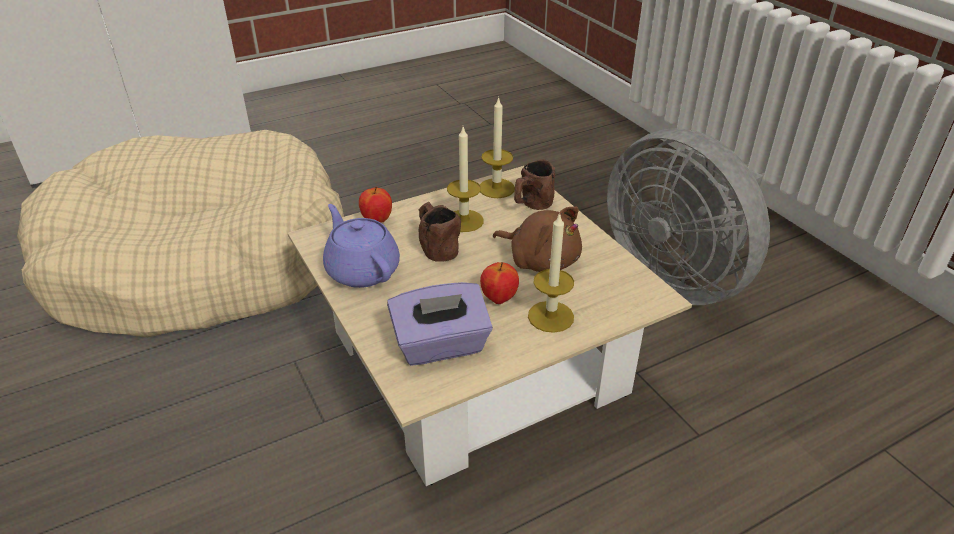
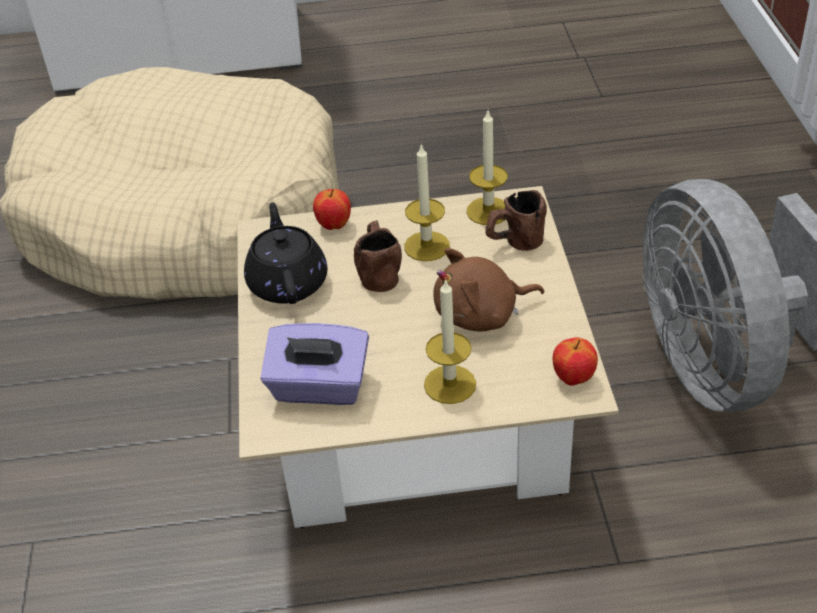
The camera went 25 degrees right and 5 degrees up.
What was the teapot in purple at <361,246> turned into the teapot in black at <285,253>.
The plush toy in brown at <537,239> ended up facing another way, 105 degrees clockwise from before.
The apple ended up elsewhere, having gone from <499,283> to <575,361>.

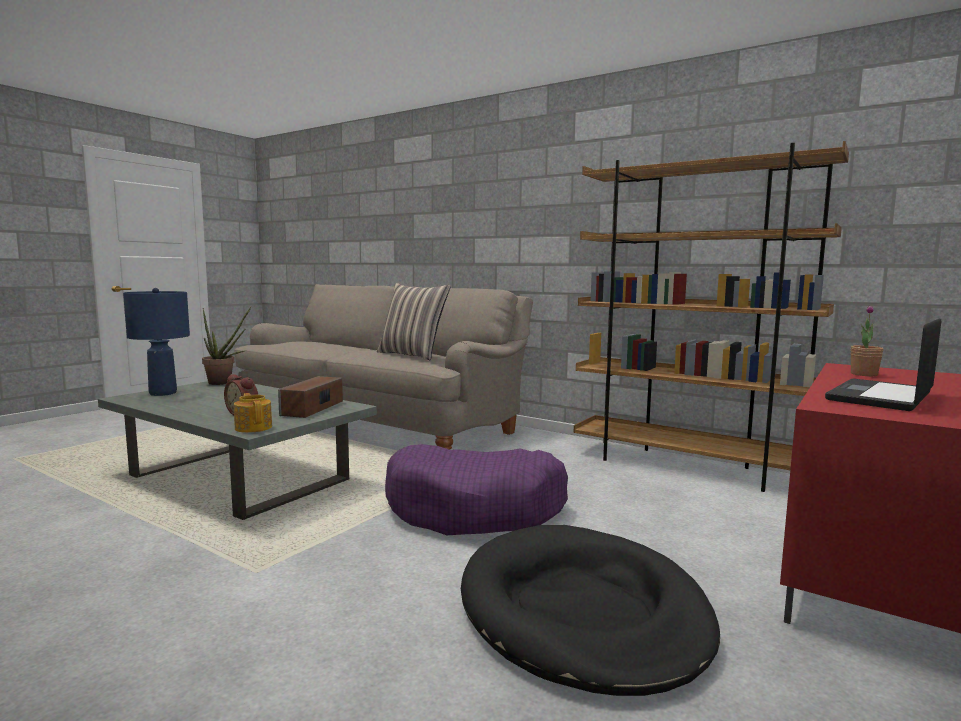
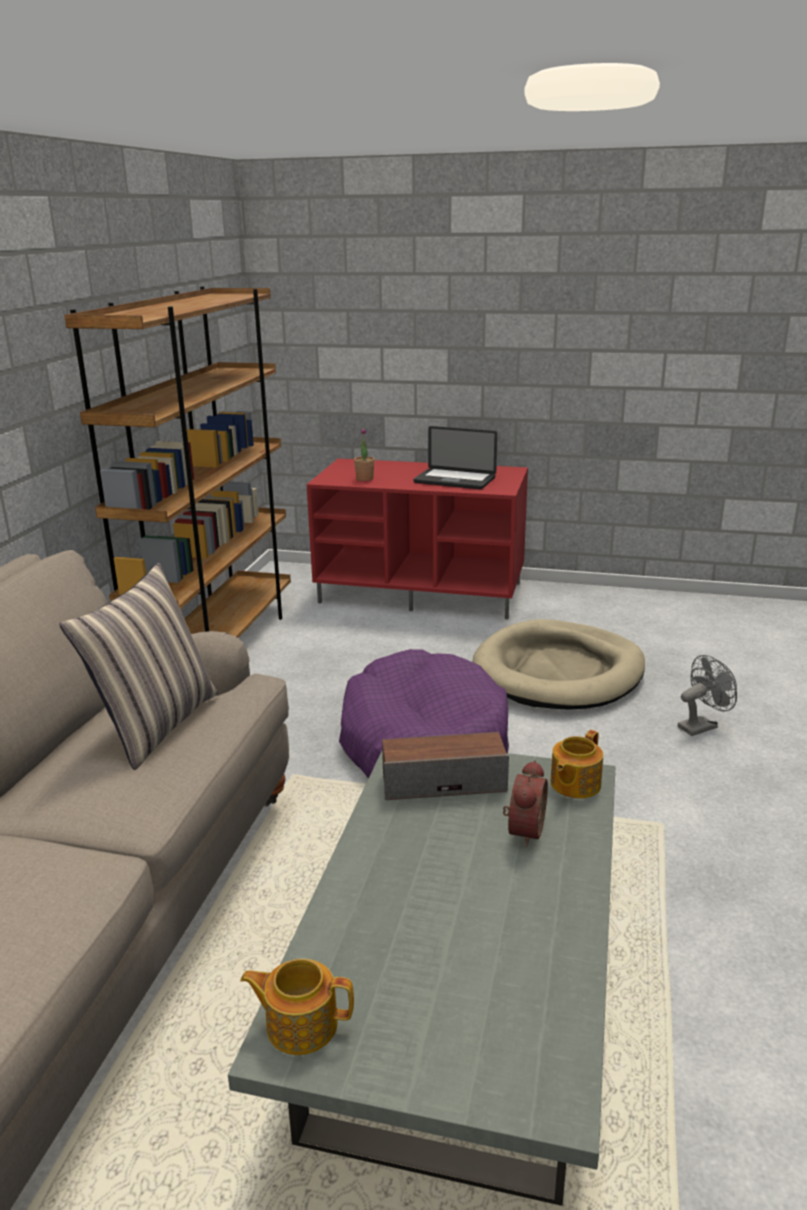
The camera went 110 degrees left and 15 degrees up.
The second view lost the table lamp in blue at <156,342>.
Where the potted plant stood at <226,346>, the teapot came to stand at <297,1007>.
What was the dog bed in black at <590,610> turned into the dog bed in beige at <558,664>.
The second view gained the fan in grey at <707,695>.

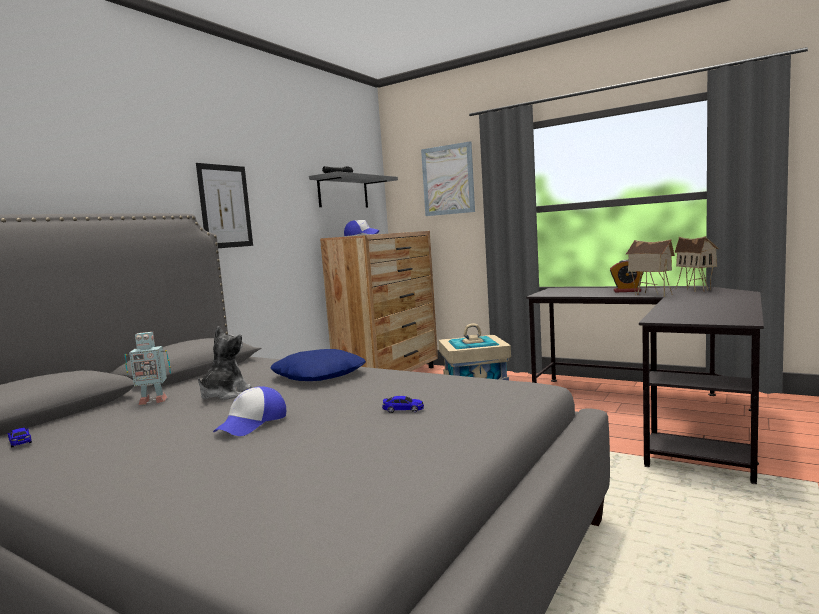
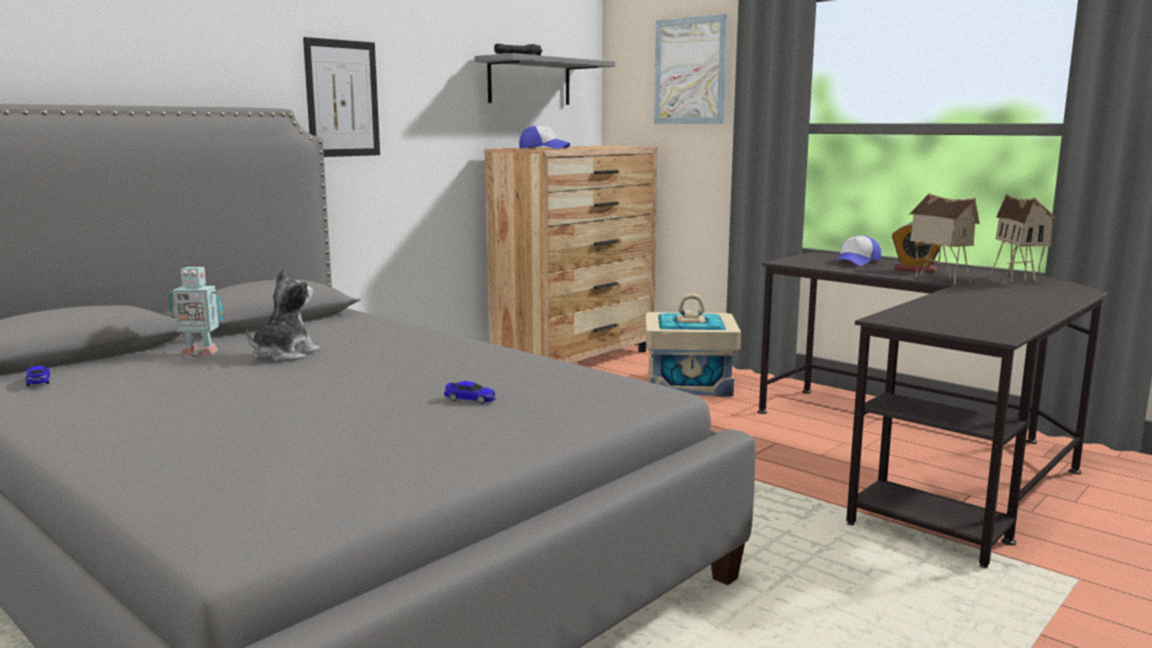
The camera went 10 degrees right and 5 degrees up.
The second view lost the pillow in blue at <318,365>.
The cap ended up elsewhere, having gone from <249,411> to <859,251>.

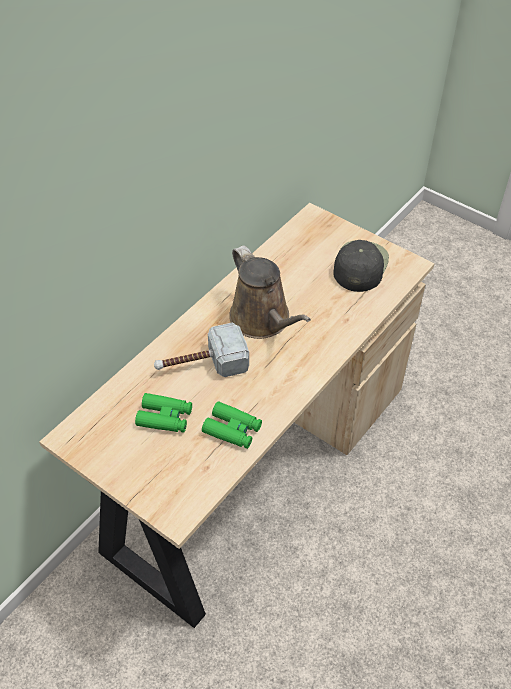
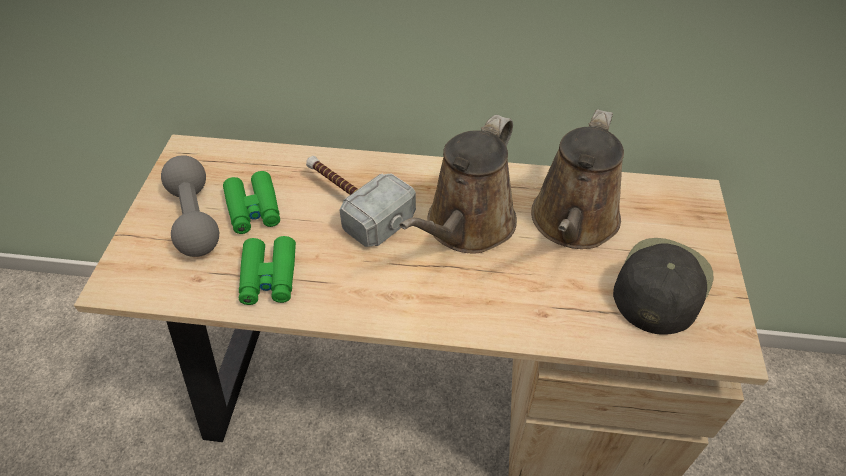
The camera went 60 degrees right and 0 degrees up.
The cap in black at <361,266> ended up facing another way, 45 degrees counterclockwise from before.
The second view gained the watering can in brown at <577,179>.
The second view gained the dumbbell in grey at <190,206>.

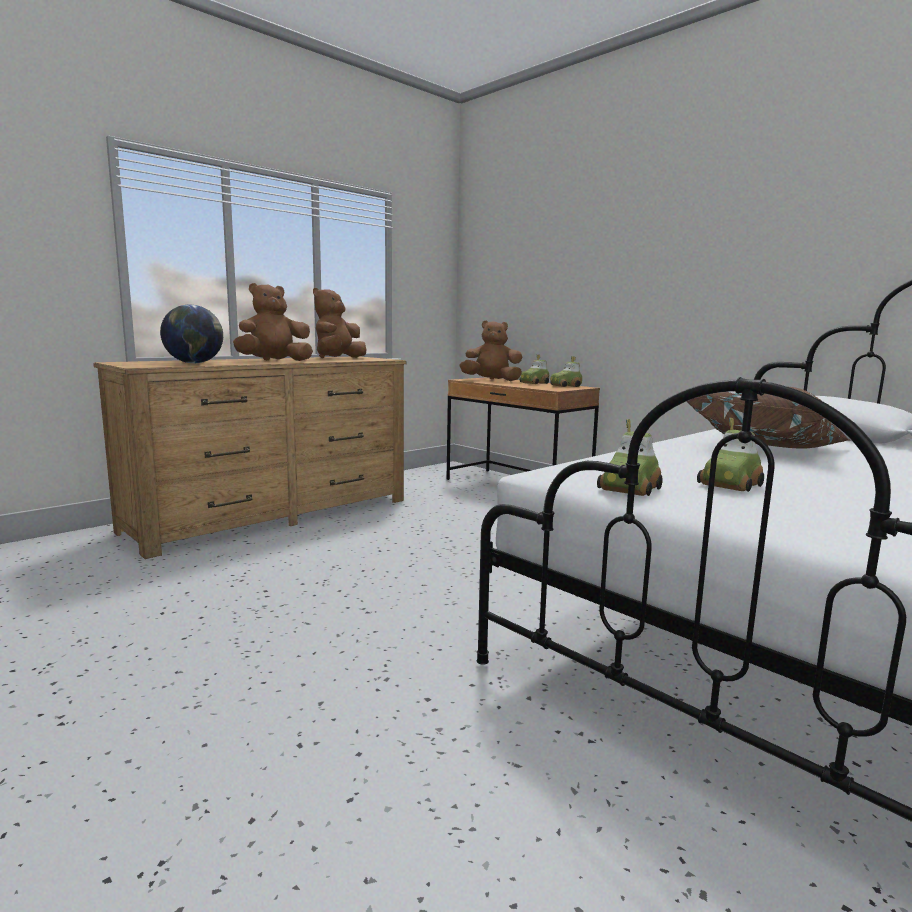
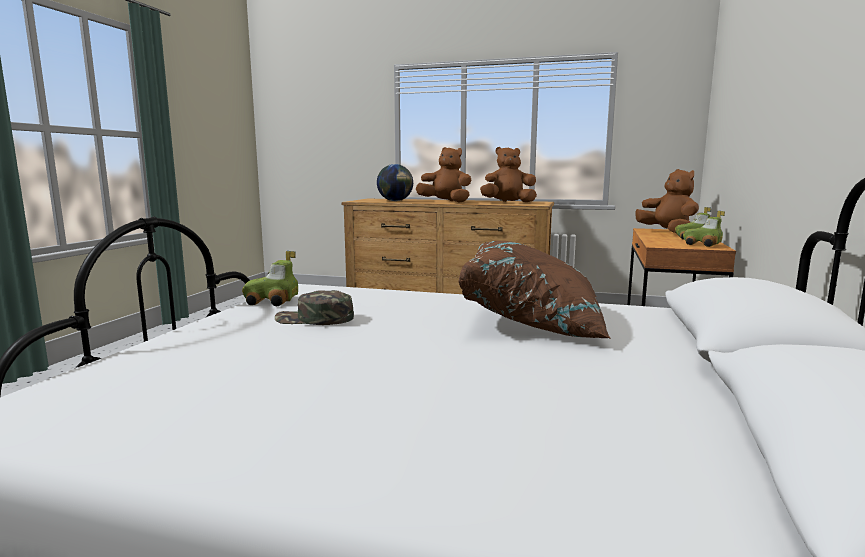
The camera went 60 degrees right and 0 degrees up.
Where the toy car stood at <730,455>, the cap in green came to stand at <314,307>.

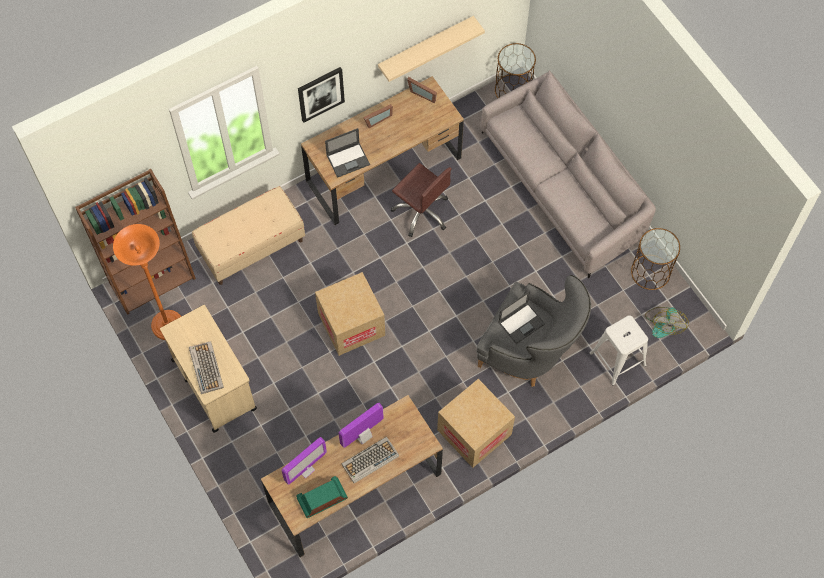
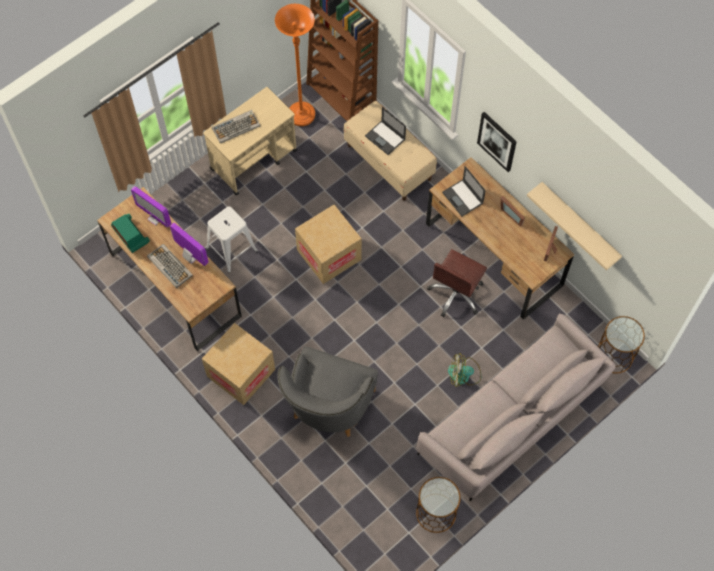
The camera went 80 degrees right and 0 degrees up.
The laptop ended up elsewhere, having gone from <521,317> to <385,131>.
The fan ended up elsewhere, having gone from <667,322> to <464,370>.
The stool in white ended up elsewhere, having gone from <618,350> to <232,239>.

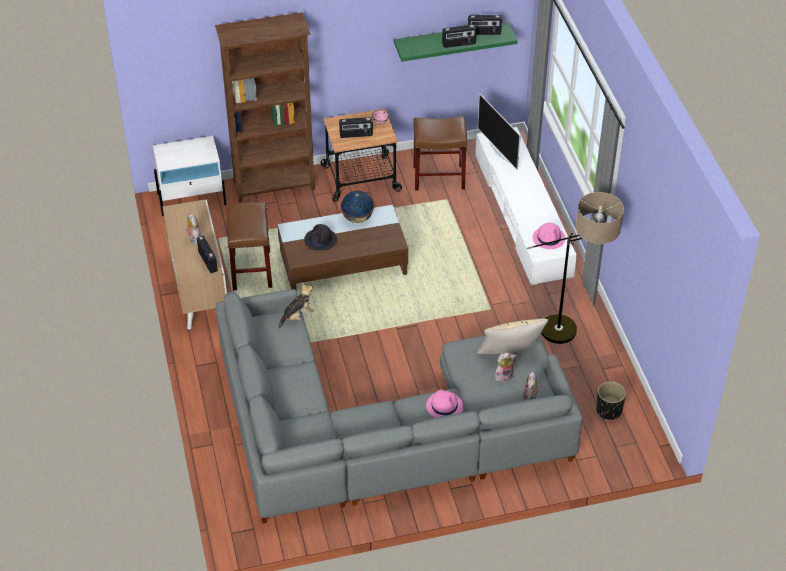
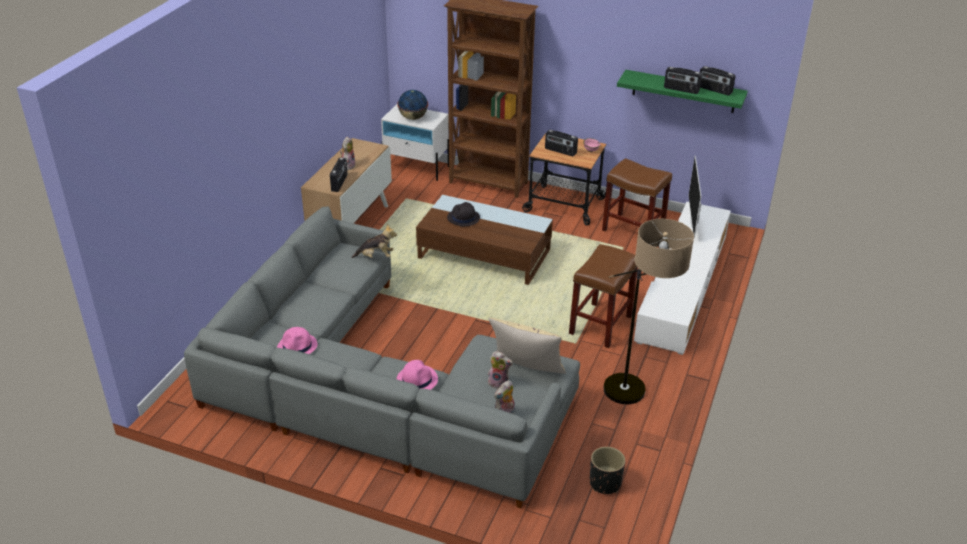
The camera went 35 degrees right and 10 degrees down.
The globe ended up elsewhere, having gone from <357,207> to <412,105>.
The stool in brown ended up elsewhere, having gone from <249,246> to <603,296>.
The hat in pink ended up elsewhere, having gone from <549,236> to <297,340>.

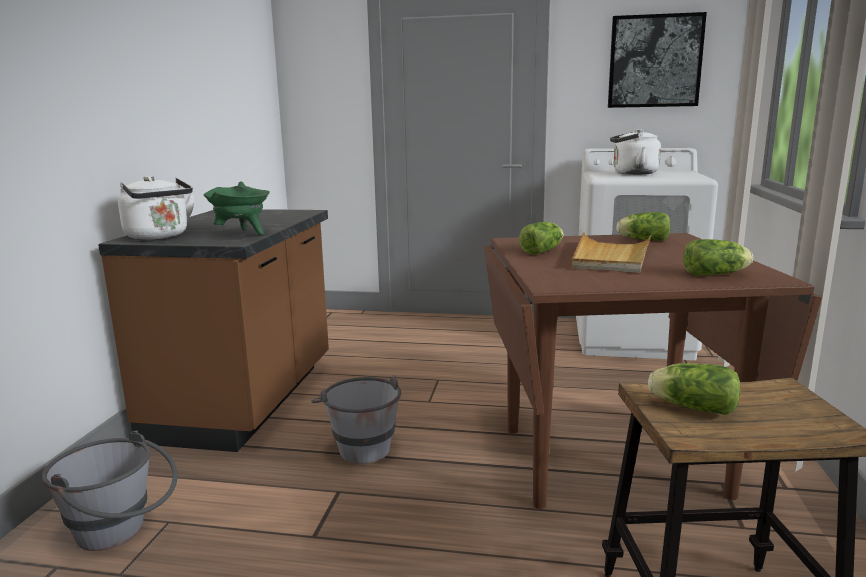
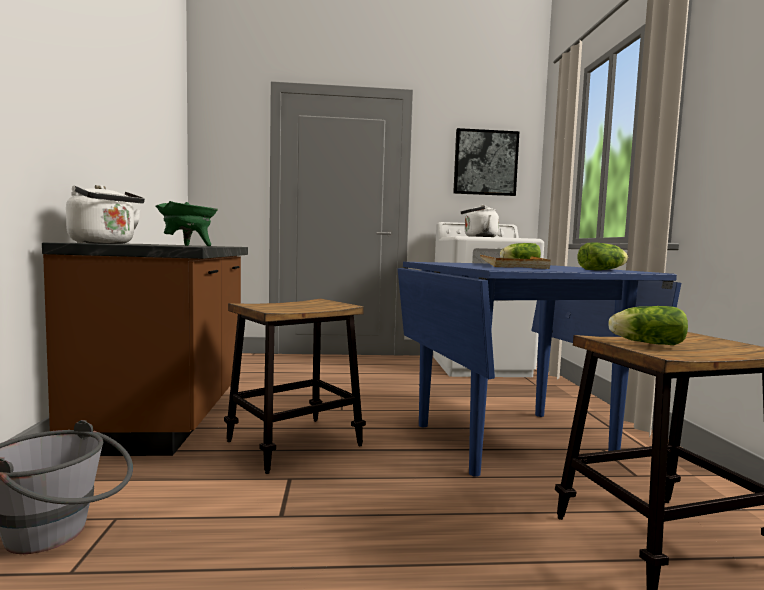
The camera went 15 degrees left and 10 degrees down.
The second view lost the lettuce at <541,238>.
What was the dining table in brown at <653,371> turned into the dining table in blue at <539,369>.
Where the bucket in grey stood at <356,419>, the stool came to stand at <295,386>.

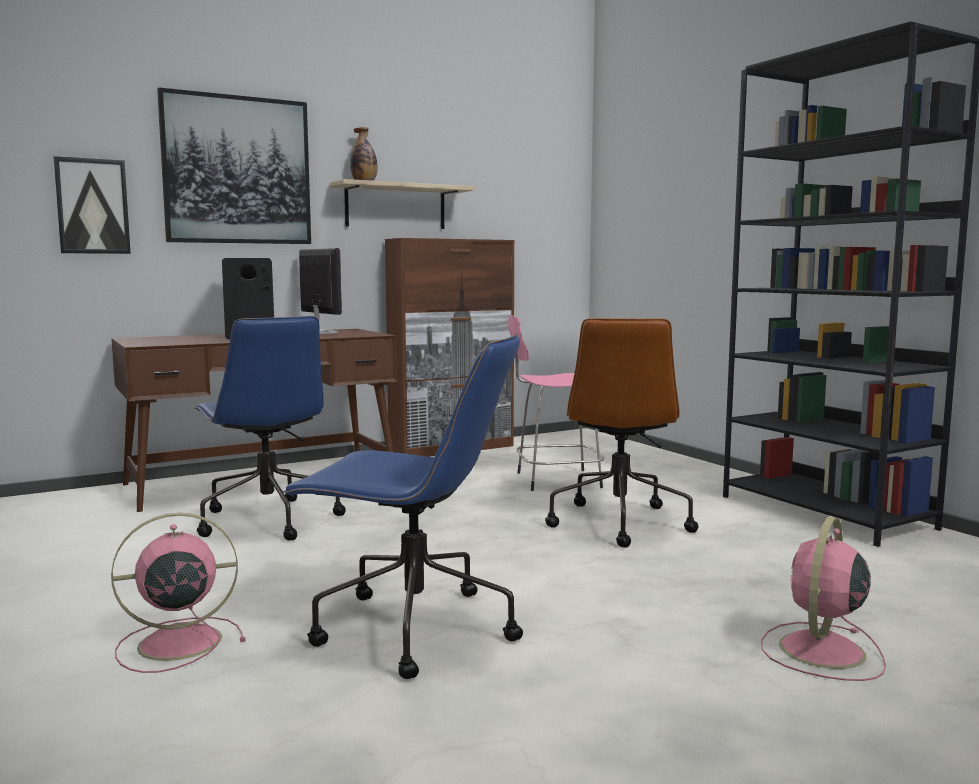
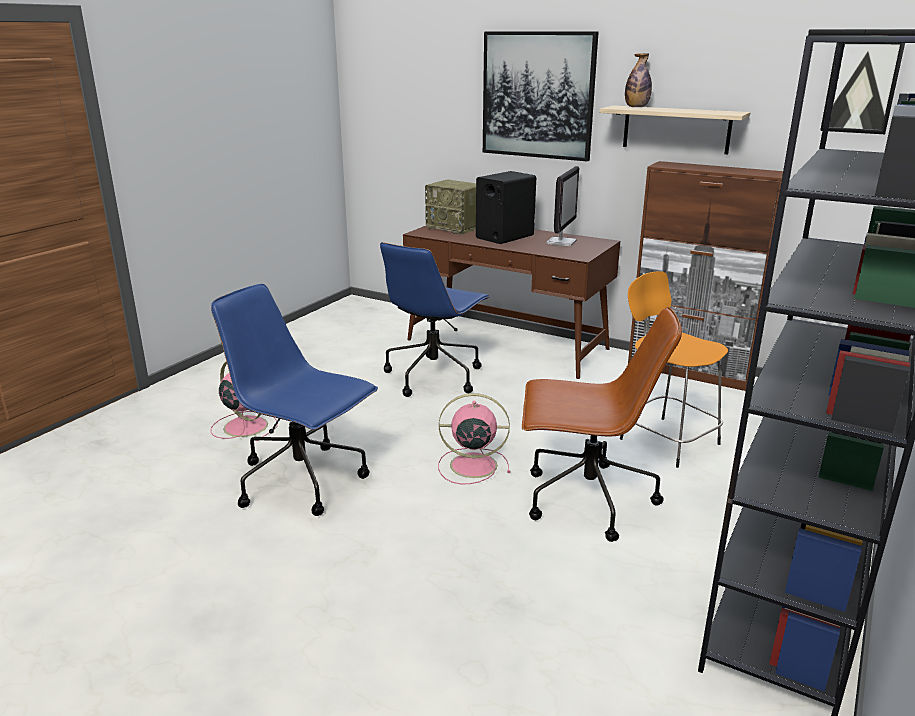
The camera went 60 degrees right and 15 degrees up.
The picture ended up elsewhere, having gone from <92,205> to <862,88>.
What was the stool in pink at <556,403> turned into the stool in orange at <674,369>.
The office chair in brown at <621,433> ended up facing another way, 150 degrees counterclockwise from before.
The office chair in blue at <402,506> ended up facing another way, 135 degrees clockwise from before.
The fan in pink ended up elsewhere, having gone from <823,598> to <474,438>.
The second view gained the radio at <450,207>.

